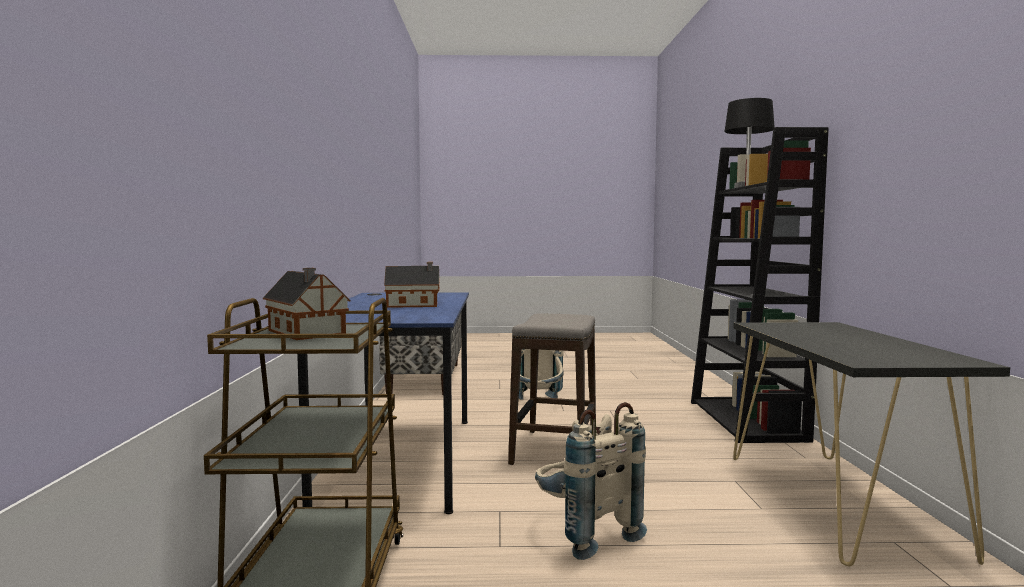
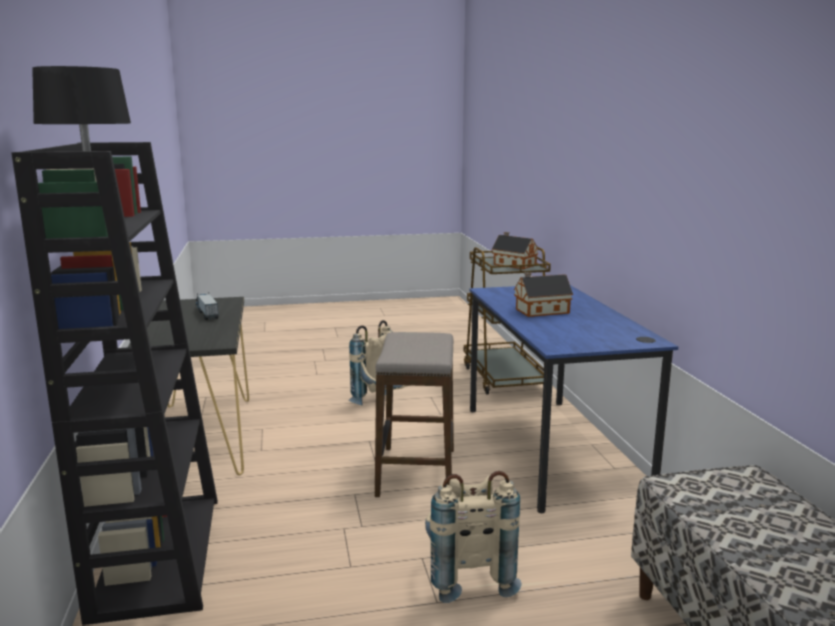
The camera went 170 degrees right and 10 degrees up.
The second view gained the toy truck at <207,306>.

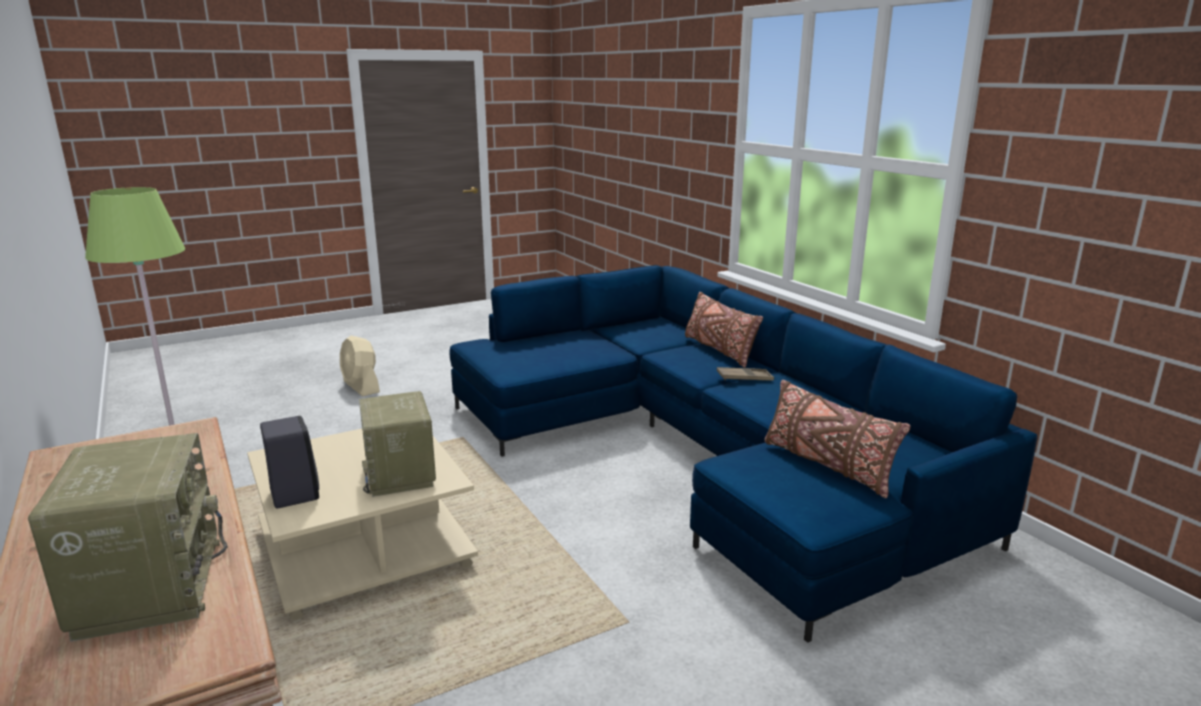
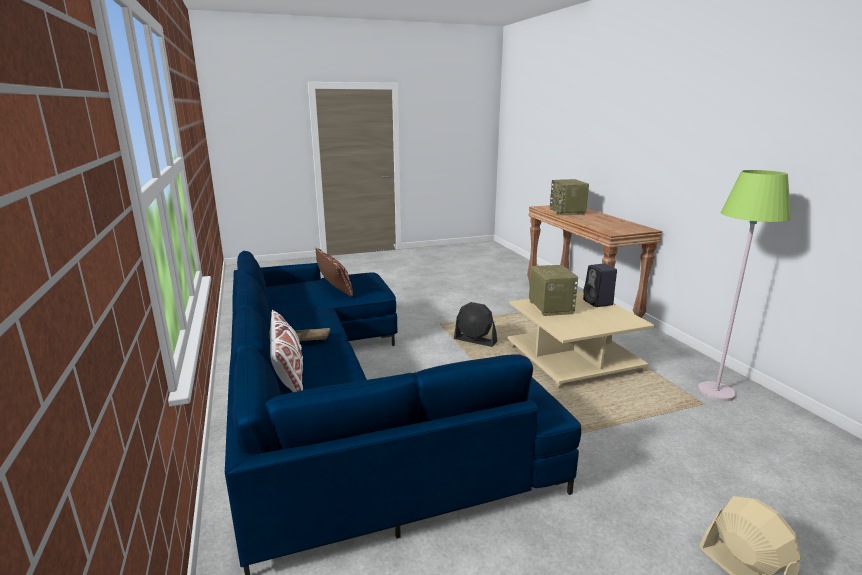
The camera went 170 degrees left and 0 degrees up.
What was the pillow in brown at <724,330> turned into the pillow in white at <286,351>.
The second view gained the fan in black at <475,324>.

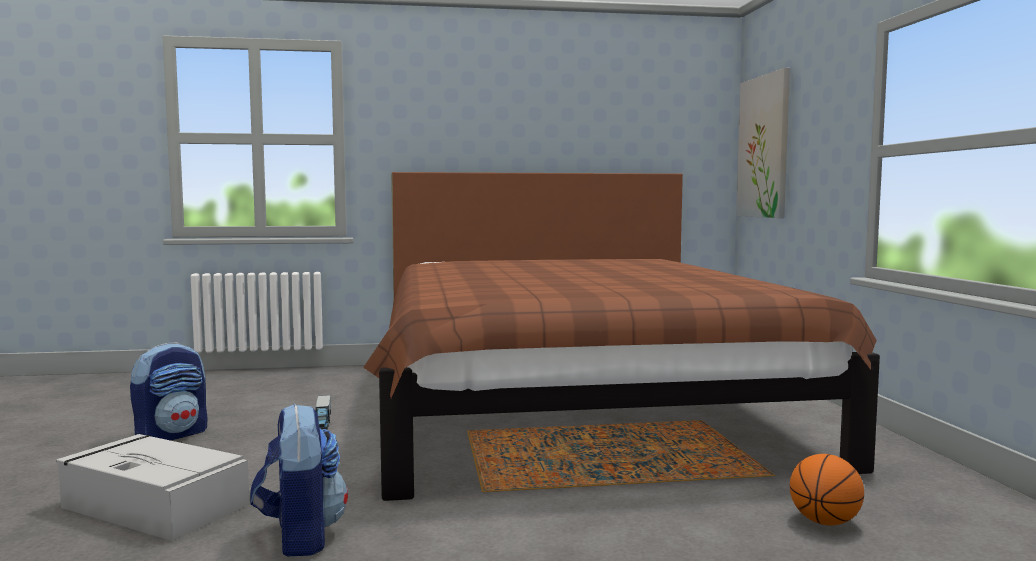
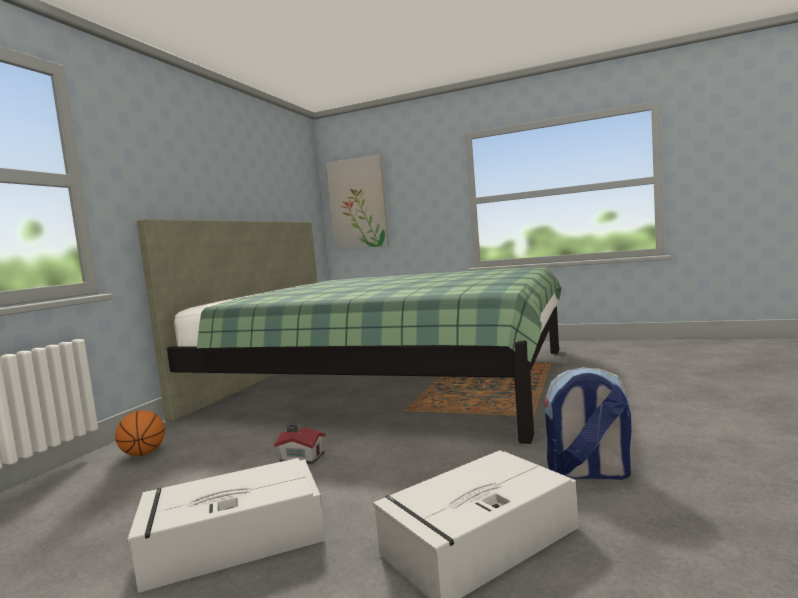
The camera went 60 degrees left and 0 degrees up.
What was the bed in brown at <621,336> turned into the bed in green at <349,331>.
Where the backpack stood at <168,391>, the storage box in grey came to stand at <226,525>.
Where the toy truck stood at <323,412>, the toy house came to stand at <300,444>.
The basketball ended up elsewhere, having gone from <827,489> to <140,433>.

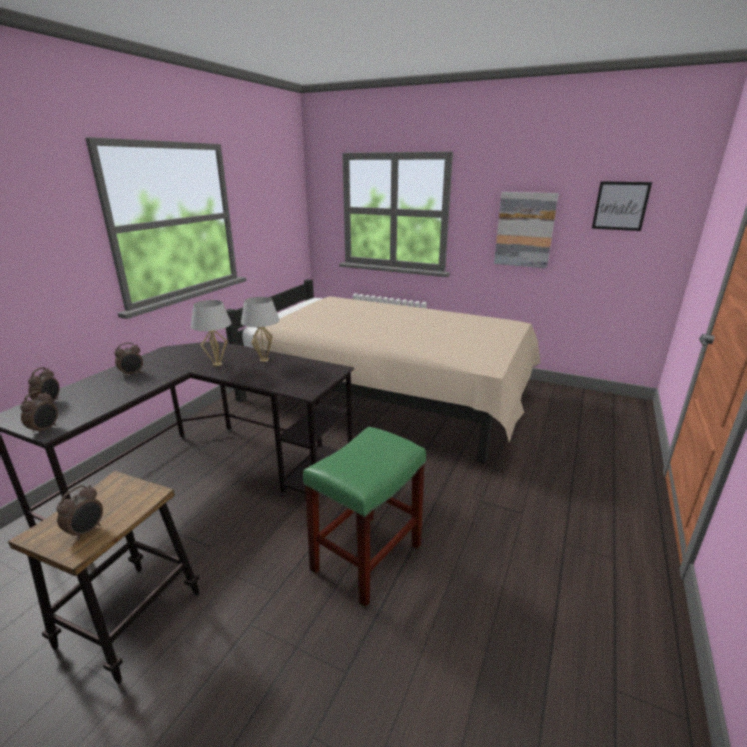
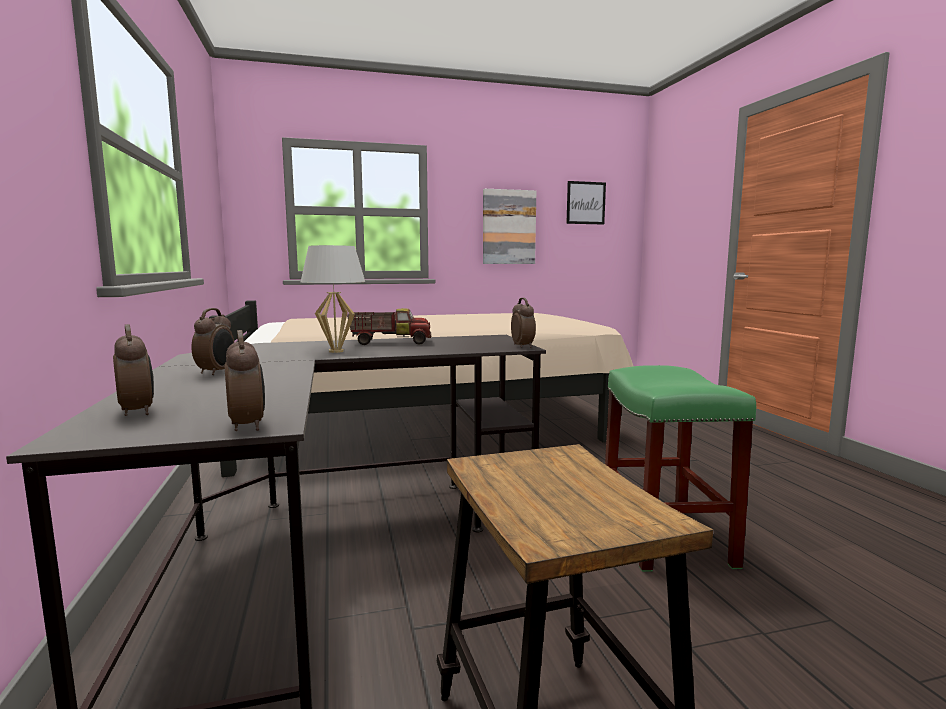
The camera went 40 degrees left and 15 degrees down.
Where the table lamp in white stood at <260,329>, the toy truck came to stand at <389,326>.
The alarm clock ended up elsewhere, having gone from <79,513> to <523,323>.

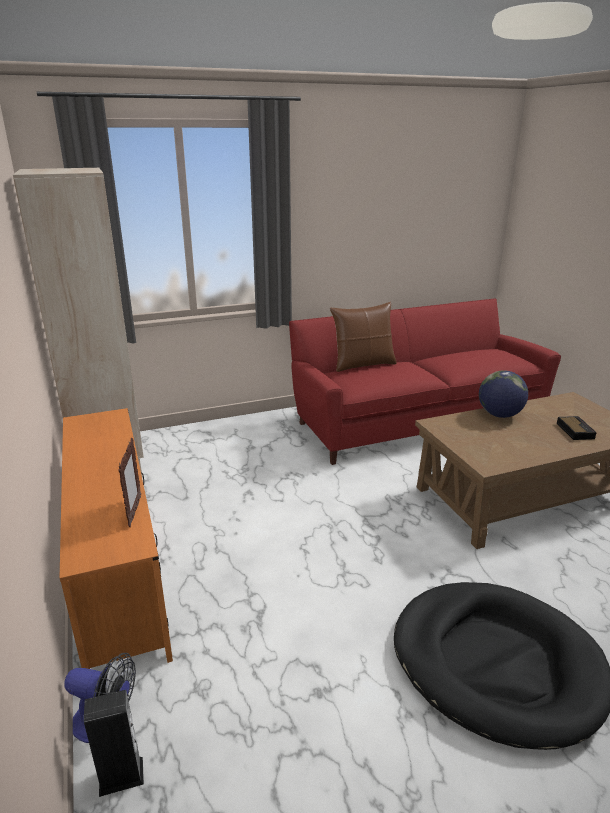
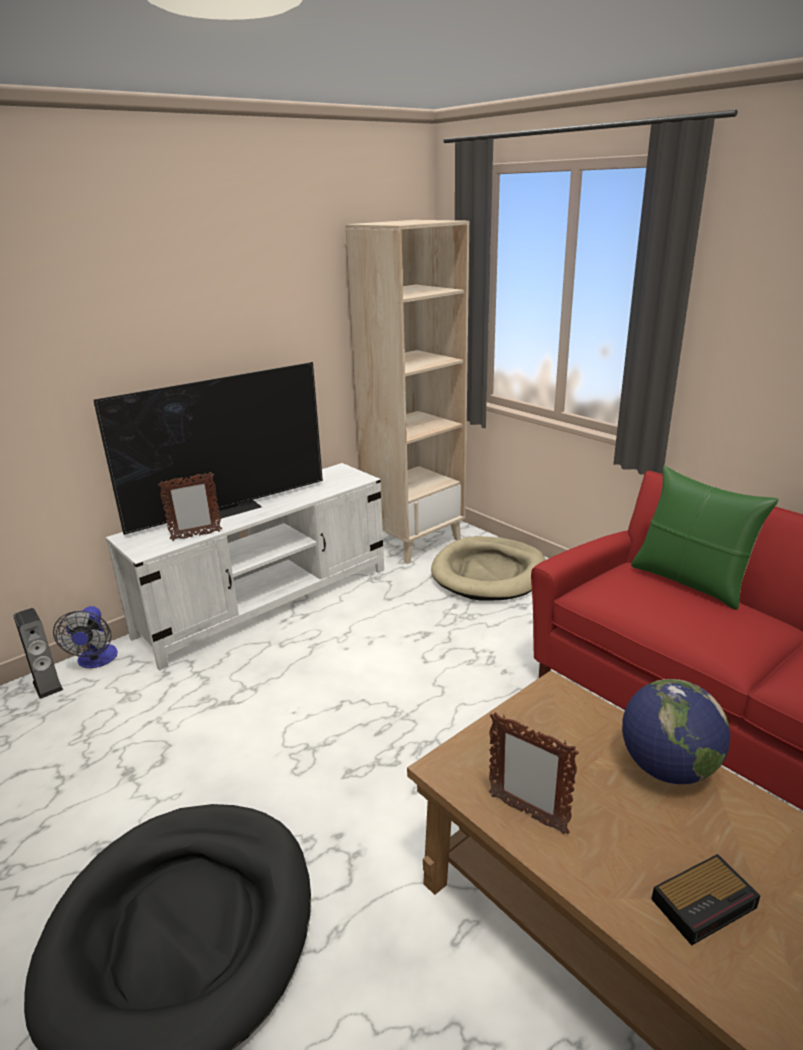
The camera went 70 degrees right and 0 degrees up.
What was the pillow in brown at <363,337> turned into the pillow in green at <705,538>.
What was the tv stand in orange at <116,538> turned into the tv stand in white at <245,567>.
The second view gained the television at <208,448>.
The second view gained the dog bed in beige at <488,568>.
The second view gained the picture frame at <534,773>.

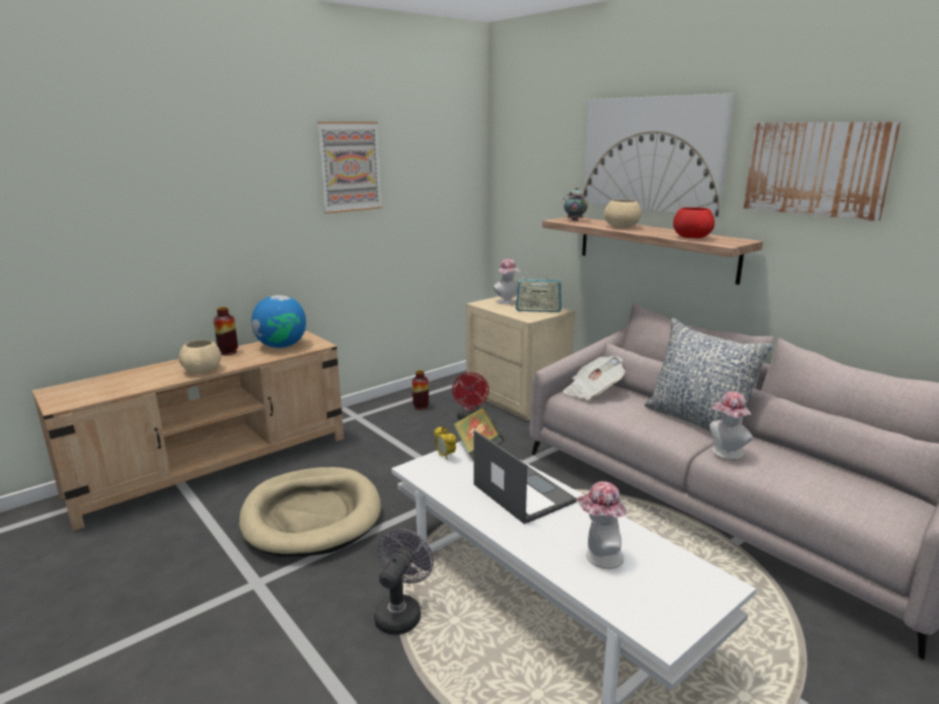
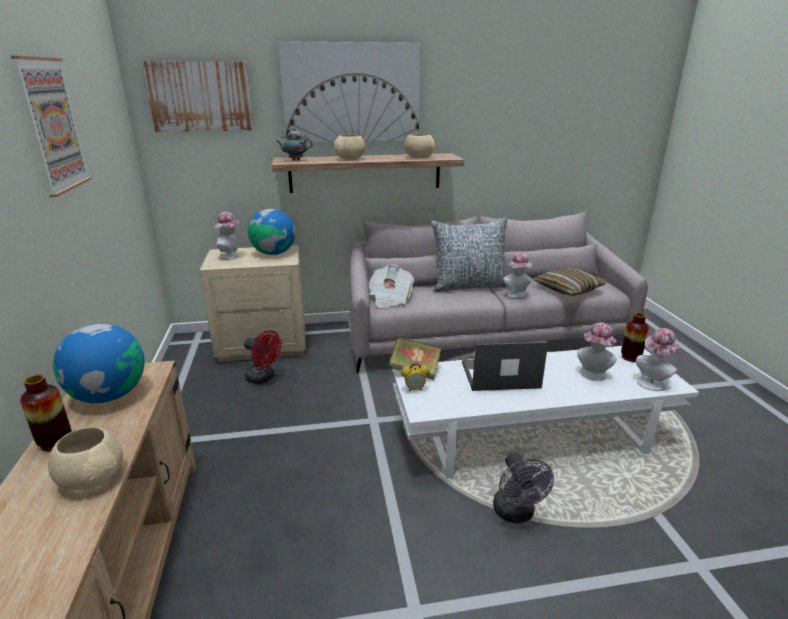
The camera went 60 degrees left and 5 degrees up.
The picture ended up elsewhere, having gone from <822,171> to <198,96>.
What was the bowl in red at <694,222> turned into the bowl in beige at <420,146>.
Where the radio stood at <539,292>, the globe came to stand at <271,232>.
The vase ended up elsewhere, having gone from <420,390> to <635,337>.
The second view lost the dog bed in beige at <310,512>.
The fan in grey at <404,582> ended up facing another way, 150 degrees counterclockwise from before.
The second view gained the pillow at <569,281>.
The second view gained the hat at <658,359>.

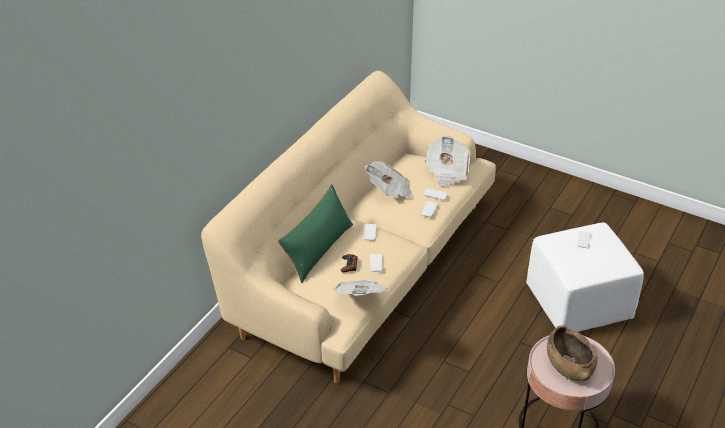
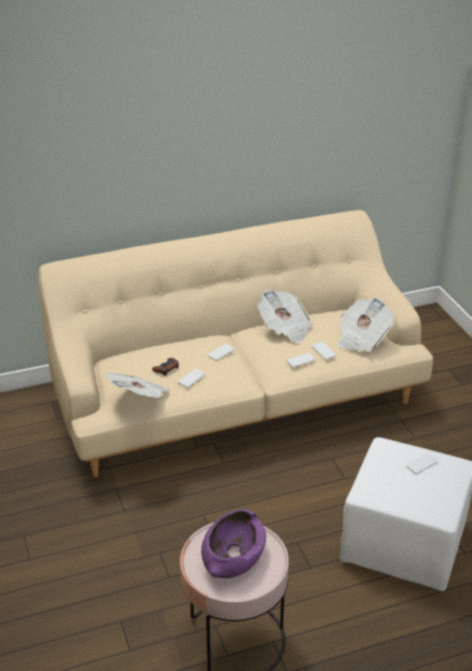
The camera went 40 degrees right and 5 degrees down.
The second view lost the pillow in green at <315,233>.
What was the bowl in brown at <572,353> turned into the bowl in purple at <233,543>.

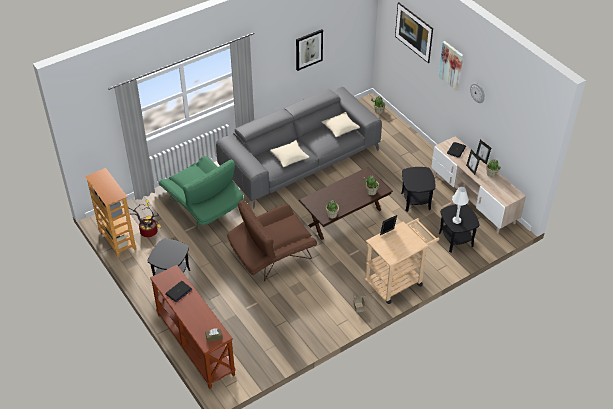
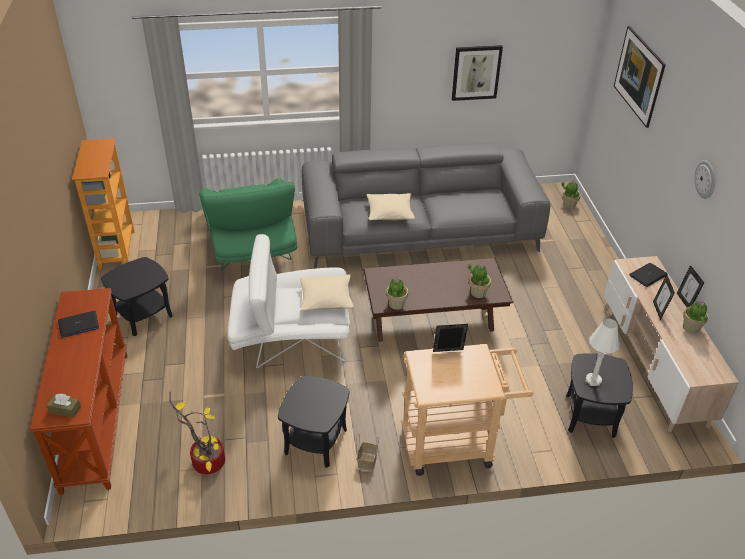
The camera went 25 degrees right and 5 degrees down.
The second view lost the picture at <450,66>.
The pillow in beige ended up elsewhere, having gone from <341,124> to <327,292>.
The side table in black ended up elsewhere, having gone from <418,189> to <313,422>.
The potted plant ended up elsewhere, having gone from <144,218> to <197,432>.
What was the armchair in brown at <272,240> turned into the armchair in white at <288,301>.

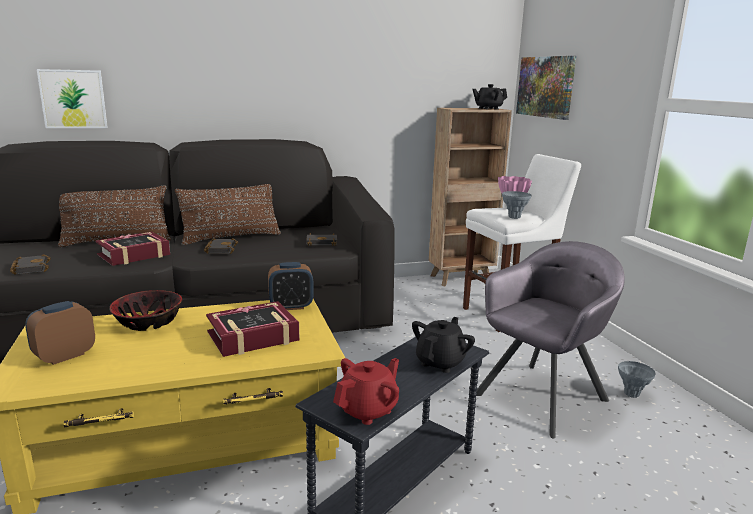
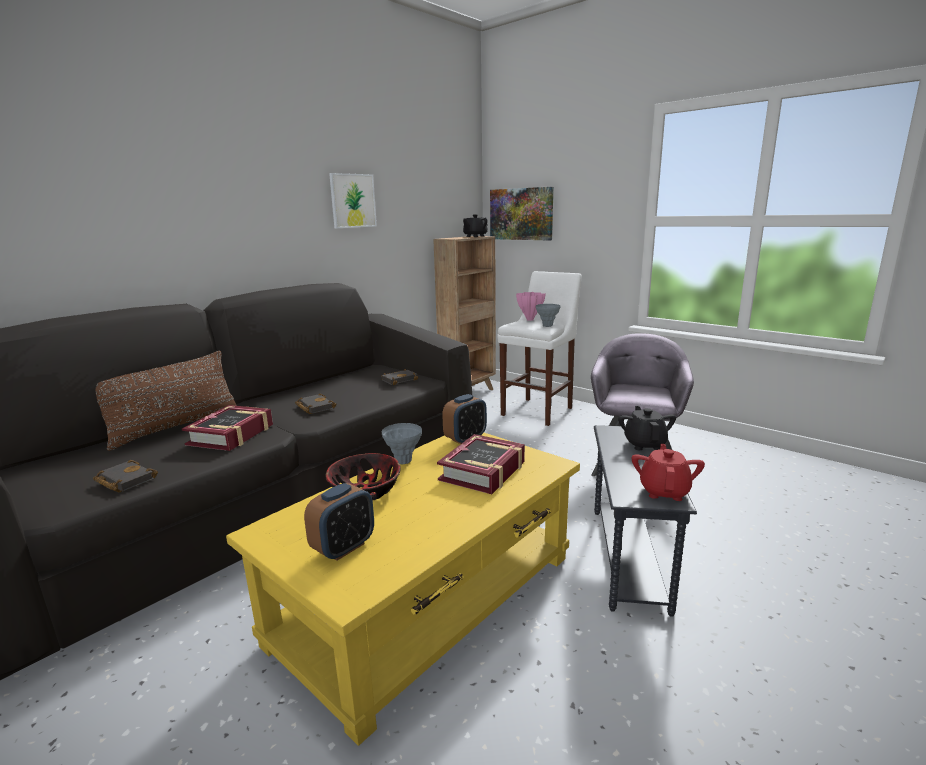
The camera went 30 degrees left and 0 degrees up.
The picture ended up elsewhere, having gone from <72,98> to <353,200>.
The second view lost the pillow in brown at <228,214>.
The alarm clock at <60,333> ended up facing another way, 150 degrees counterclockwise from before.
The vase in grey ended up elsewhere, having gone from <637,379> to <402,443>.

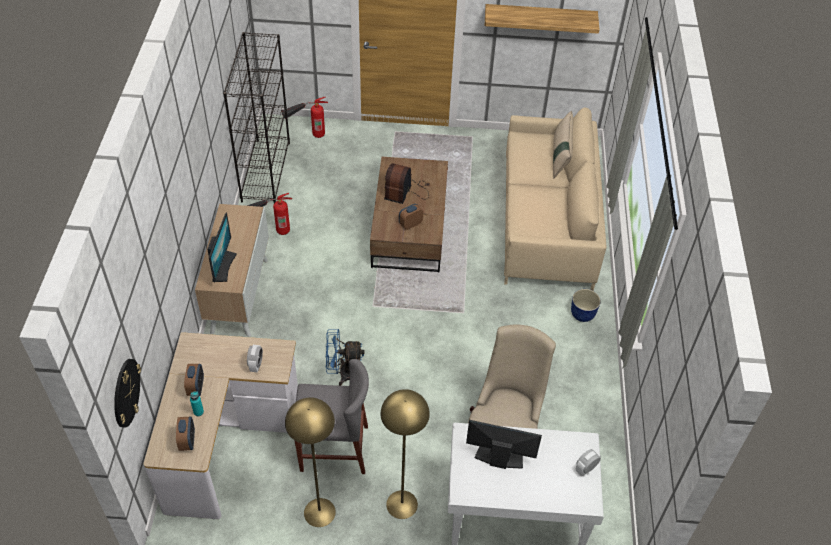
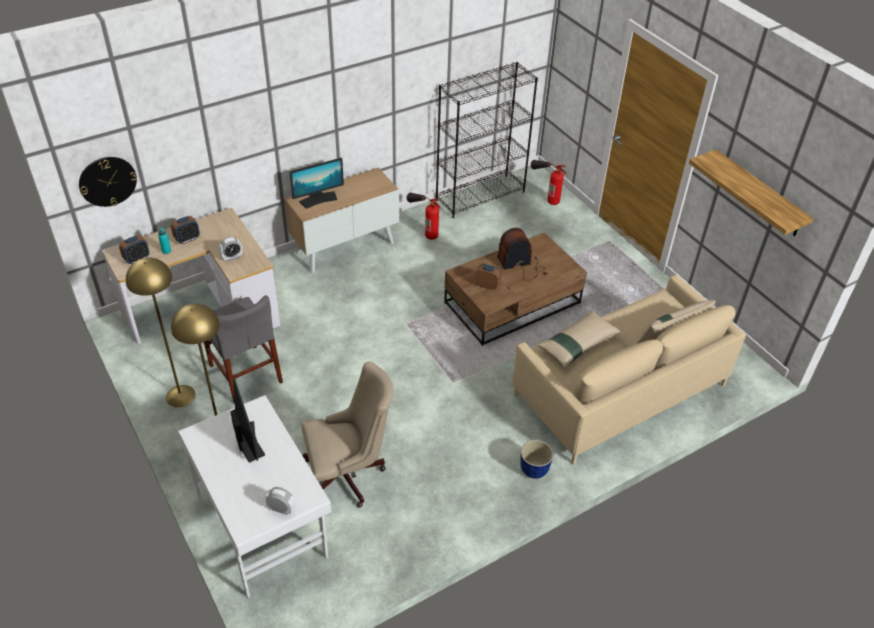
The camera went 55 degrees right and 5 degrees down.
The second view lost the fan in blue at <345,357>.
The second view gained the pillow in beige at <579,339>.

